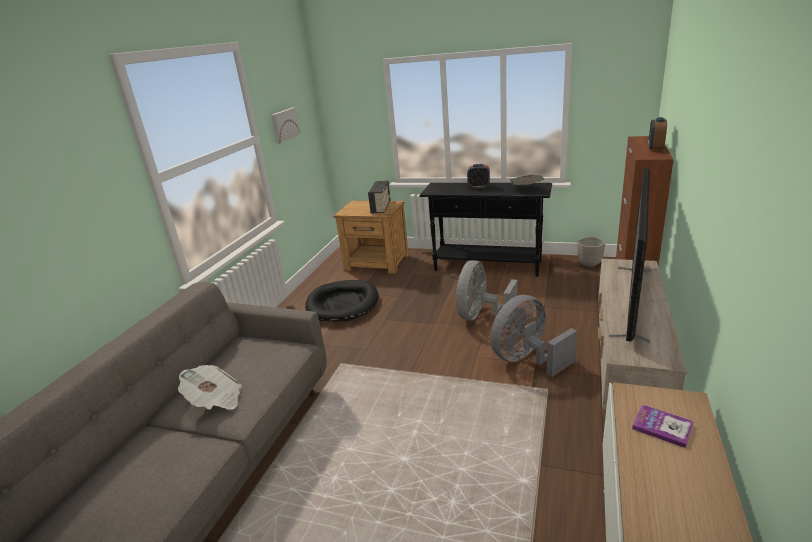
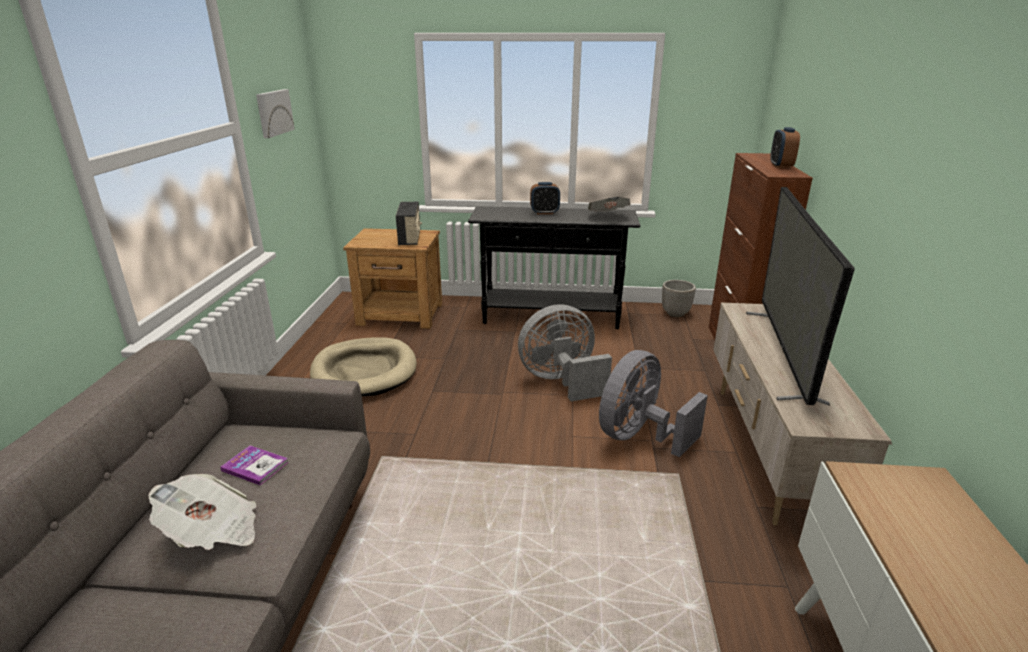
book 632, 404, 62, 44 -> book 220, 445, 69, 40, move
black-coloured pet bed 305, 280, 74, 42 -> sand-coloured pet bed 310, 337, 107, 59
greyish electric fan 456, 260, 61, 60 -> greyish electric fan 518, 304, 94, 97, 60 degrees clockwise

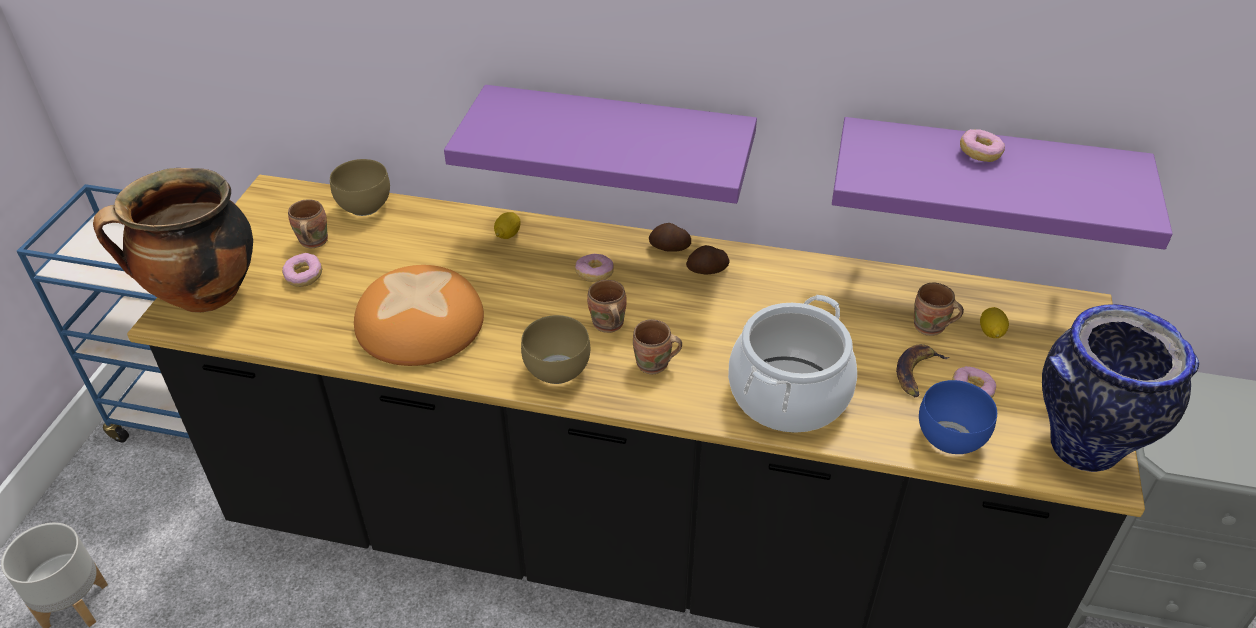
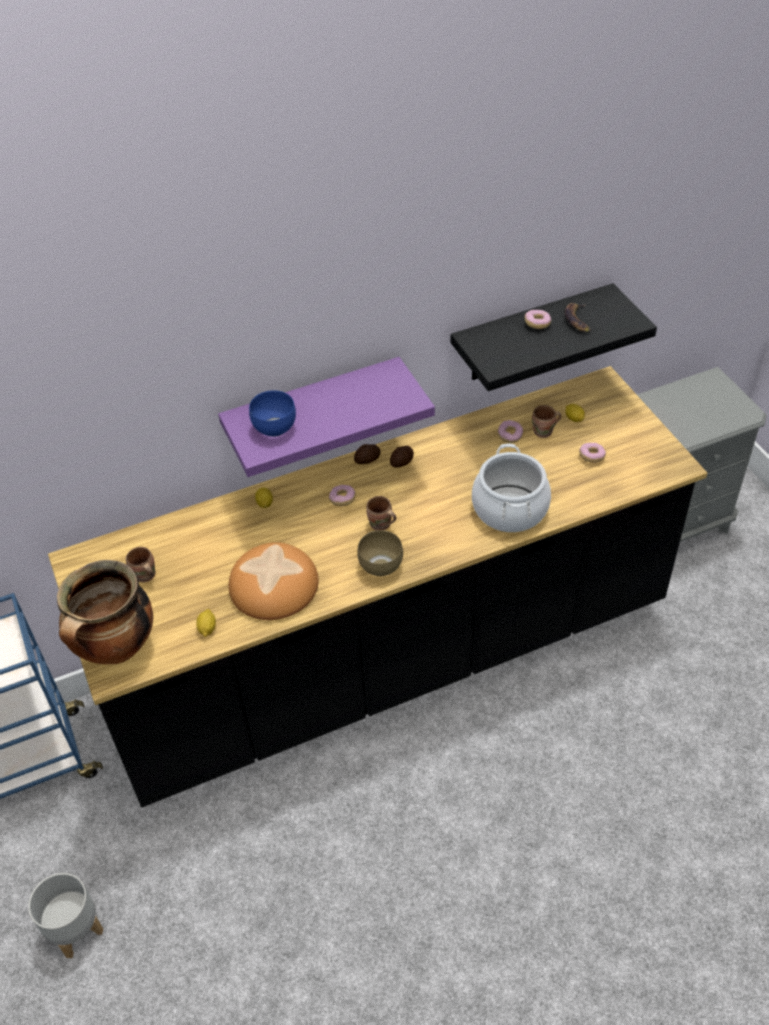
none -> lemon 196, 609, 20, 28
blue-coloured deep dish 919, 380, 78, 74 -> blue-coloured deep dish 249, 390, 47, 47, move
purplish shelf 832, 117, 341, 133 -> black-coloured shelf 451, 283, 206, 108
donut 282, 253, 40, 34 -> donut 497, 420, 26, 23, move
whole banana 896, 344, 53, 53 -> whole banana 565, 303, 26, 29, move
brown deep dish 330, 159, 60, 57 -> none
brown coffee mug 633, 319, 49, 55 -> none
decorative vase 1042, 304, 157, 168 -> none

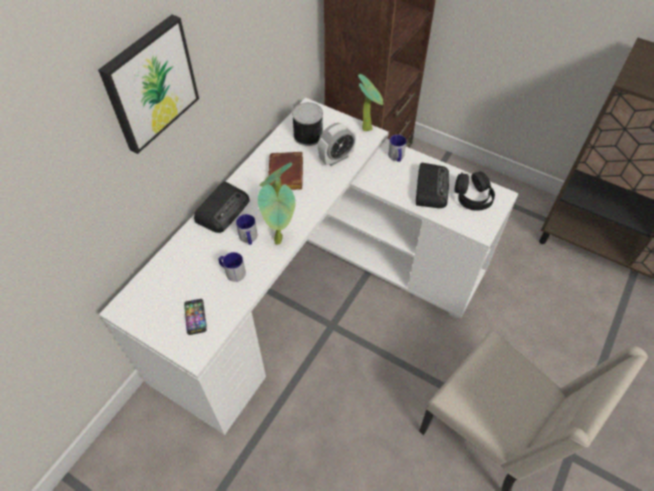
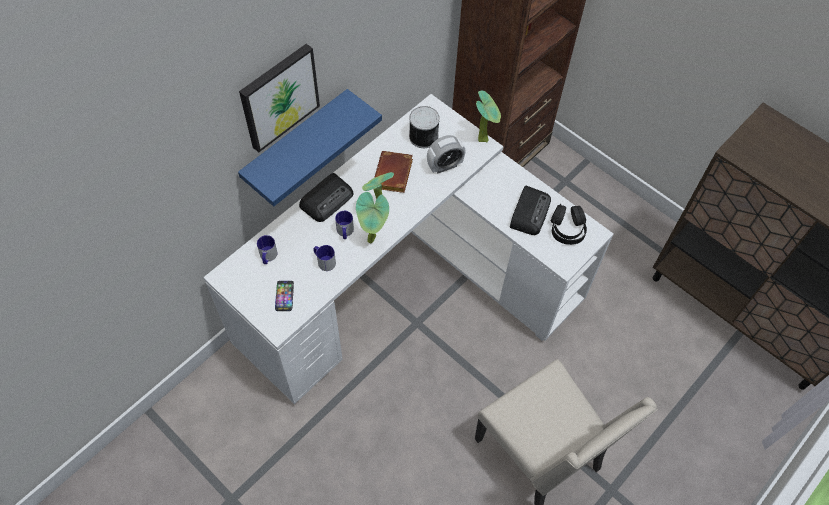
none -> blue-coloured shelf 238, 89, 144, 118
coffee mug 388, 135, 19, 27 -> coffee mug 257, 235, 21, 29, move

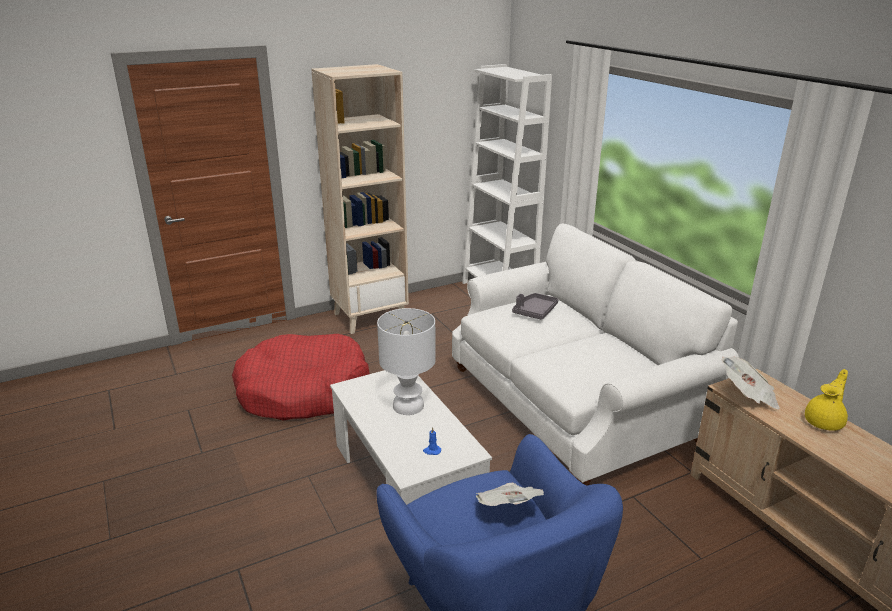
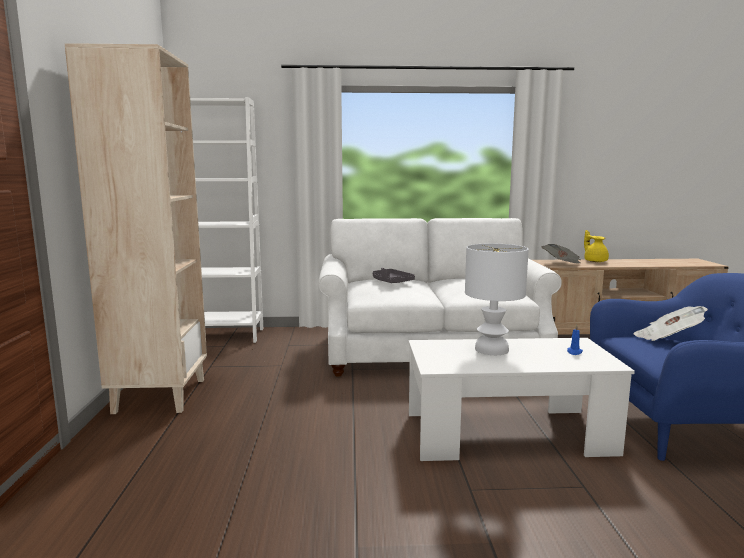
red pet bed 232, 334, 138, 87 -> none

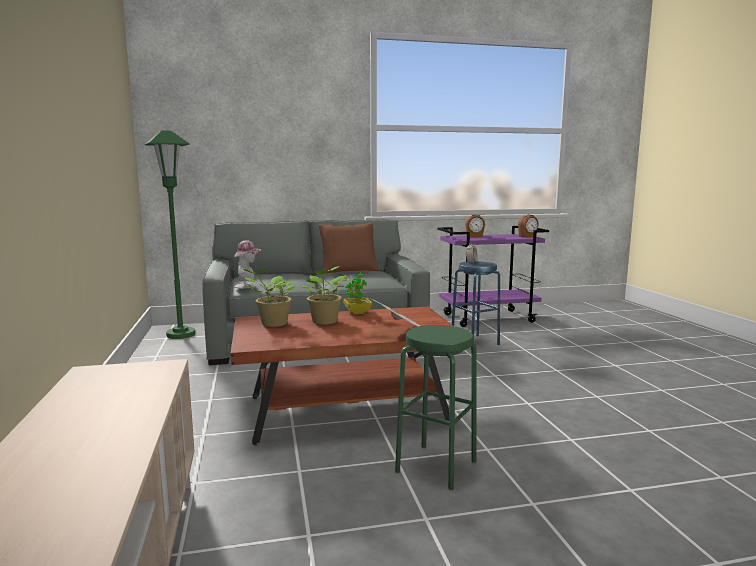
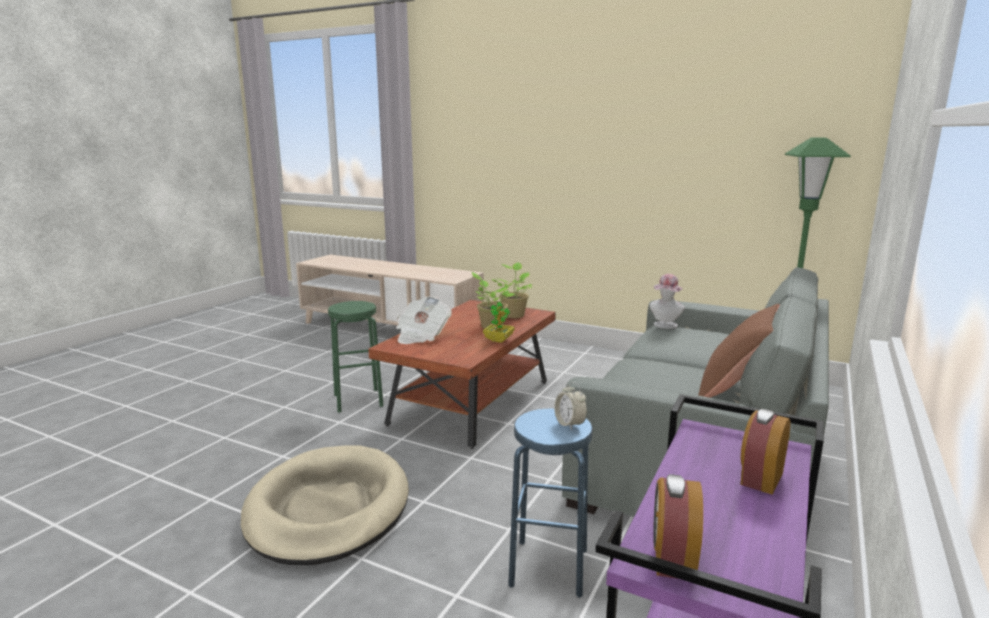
none -> sand-coloured pet bed 241, 446, 168, 119

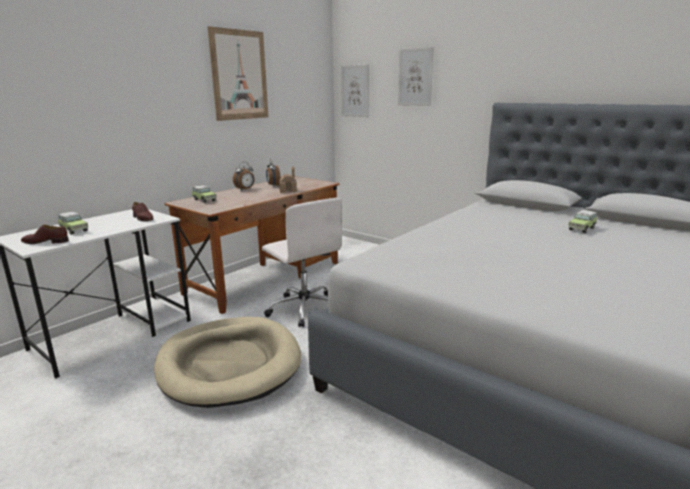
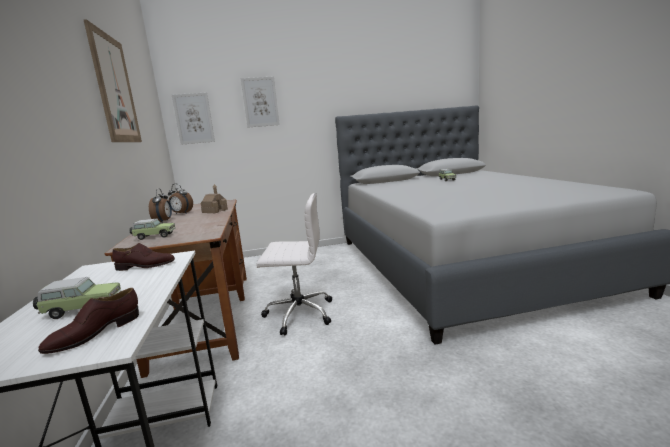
sand-coloured pet bed 154, 317, 147, 91 -> none

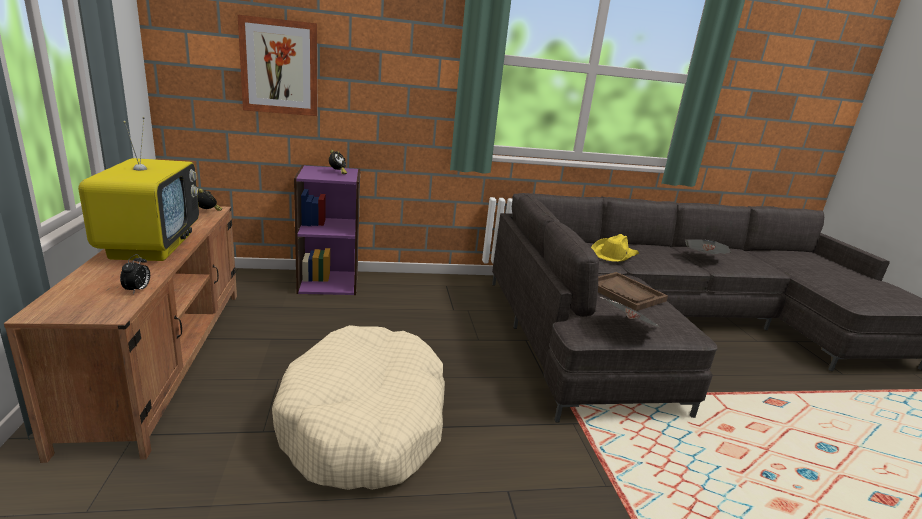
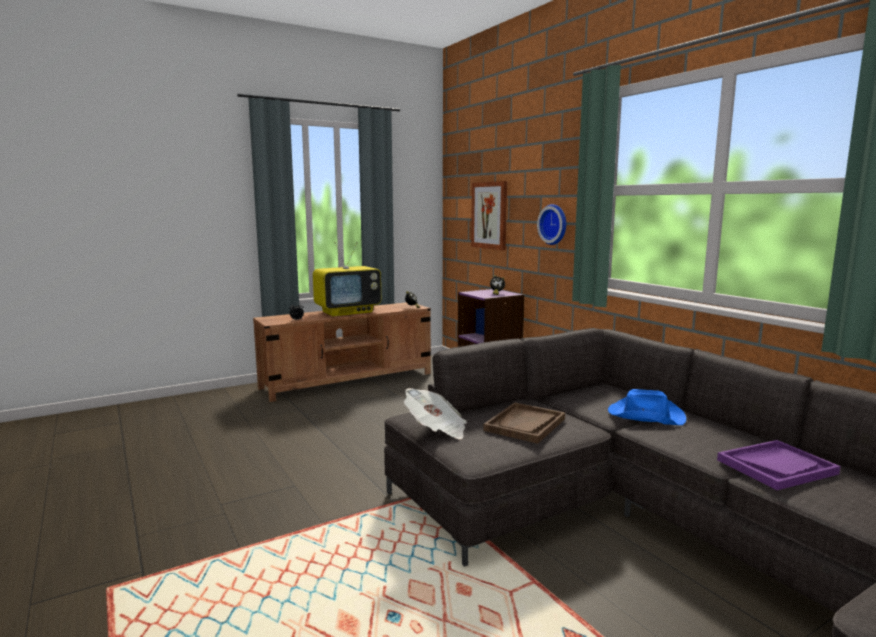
none -> hanging clock 537, 204, 29, 41
yellow clothing hat 591, 234, 48, 28 -> blue-coloured clothing hat 608, 389, 78, 36
printed paper 685, 239, 46, 15 -> purplish serving tray 717, 440, 124, 50
sand-coloured pet bed 272, 325, 173, 165 -> none

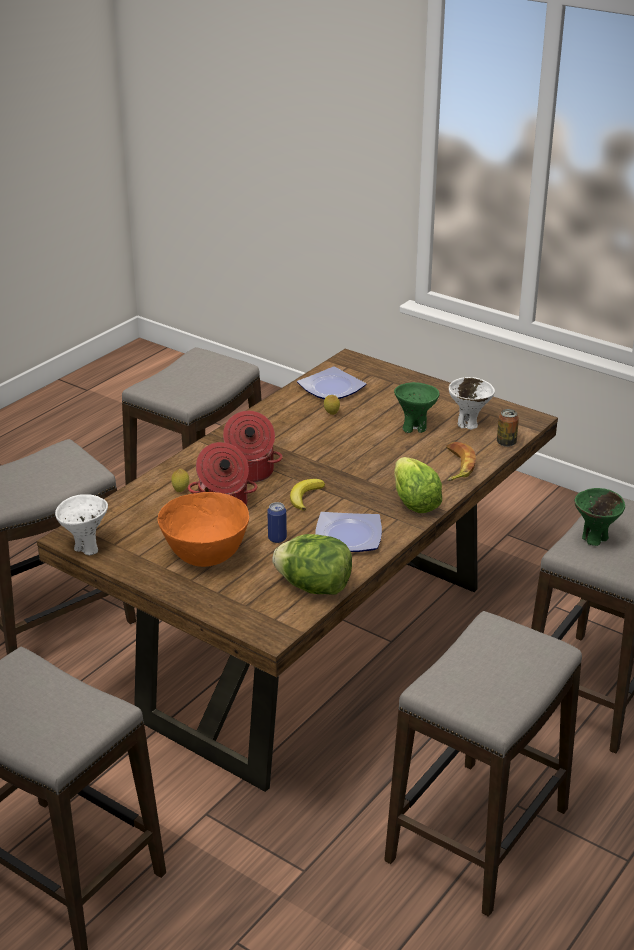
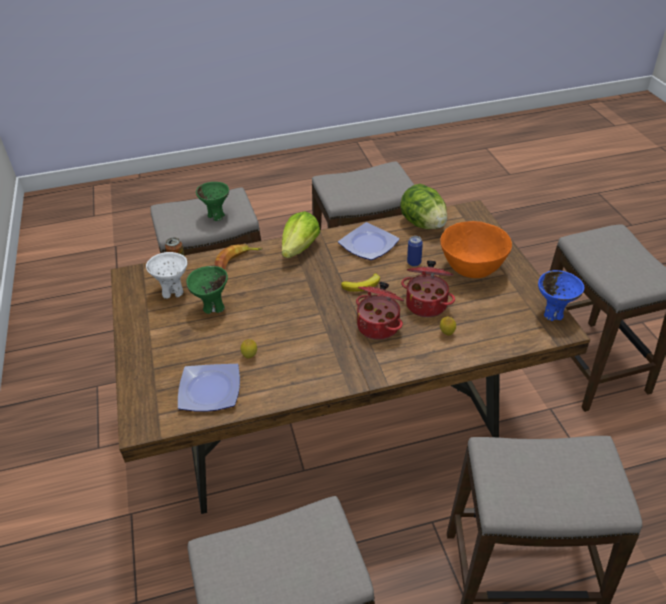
whitish deep dish 55, 494, 53, 61 -> blue-coloured deep dish 538, 270, 46, 51

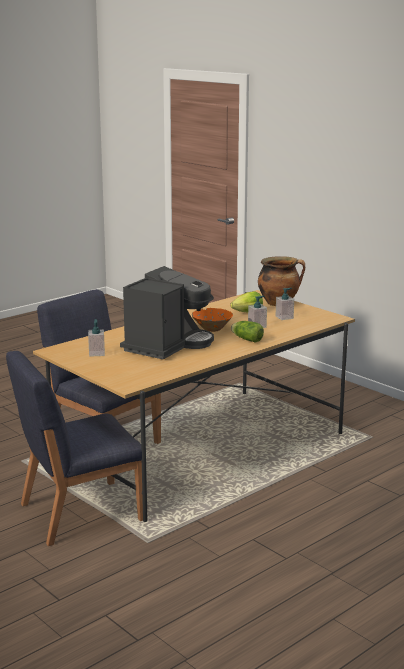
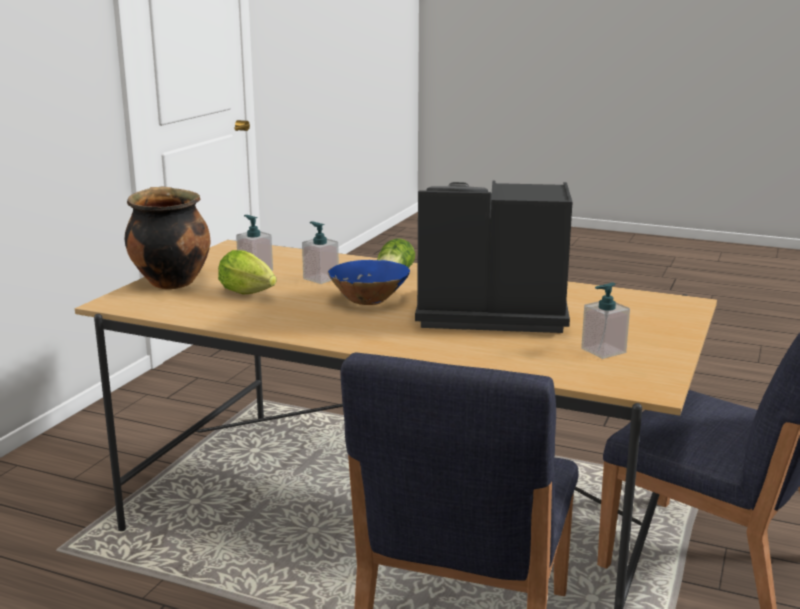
orange-coloured deep dish 192, 308, 41, 24 -> blue-coloured deep dish 328, 260, 82, 45

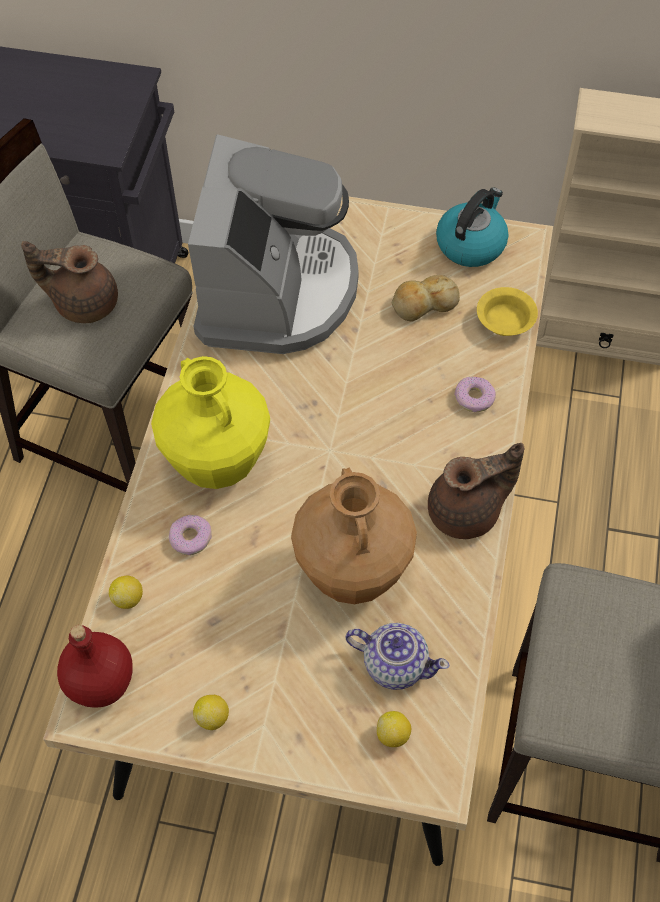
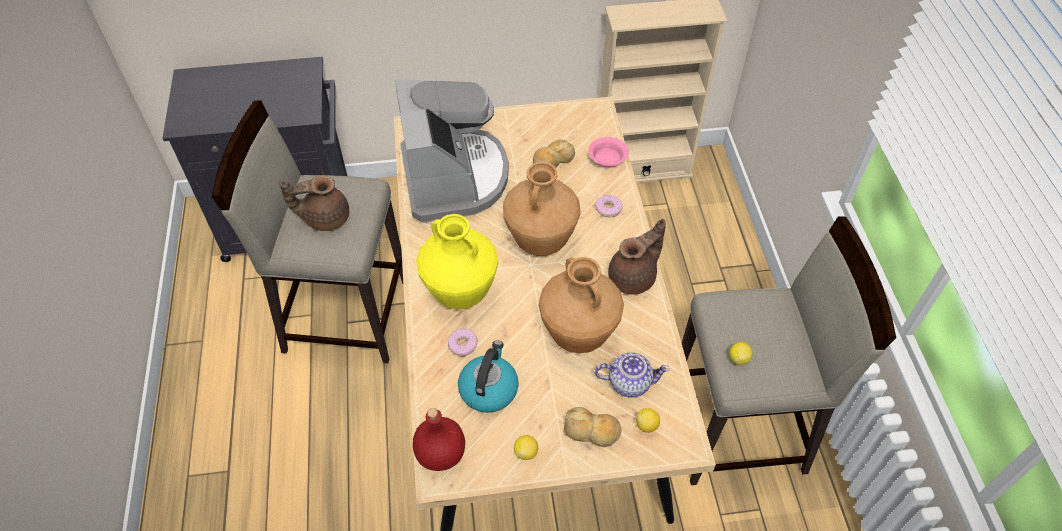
water kettle 436, 188, 73, 79 -> water kettle 458, 341, 61, 72, move
none -> brown decorative vase 503, 162, 78, 94
none -> baked bread 563, 407, 58, 40
yellow deep dish 477, 287, 61, 49 -> pink-coloured deep dish 588, 137, 41, 31
lemon 109, 576, 34, 33 -> lemon 729, 342, 24, 23, move

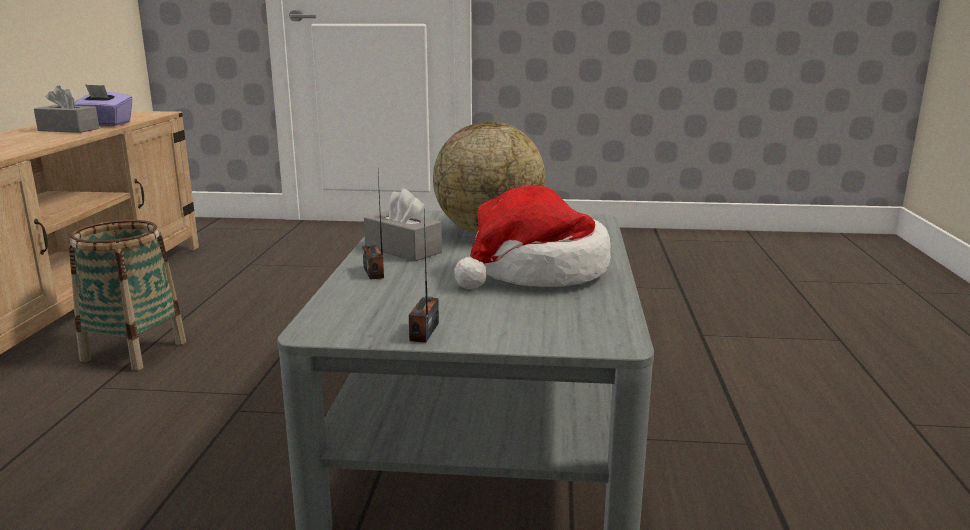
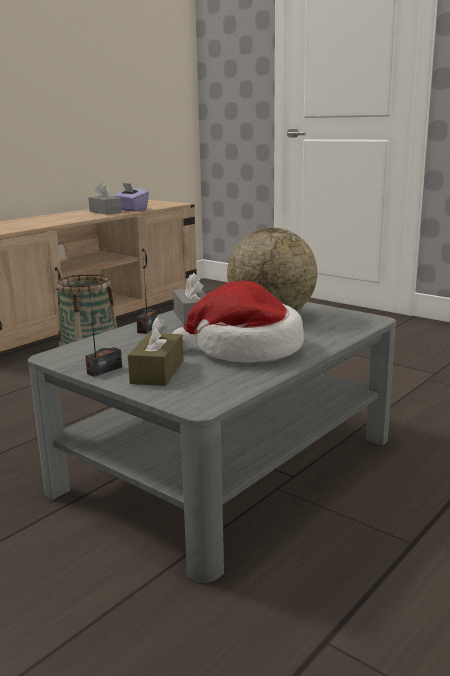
none -> brown tissue holder 128, 316, 55, 70

